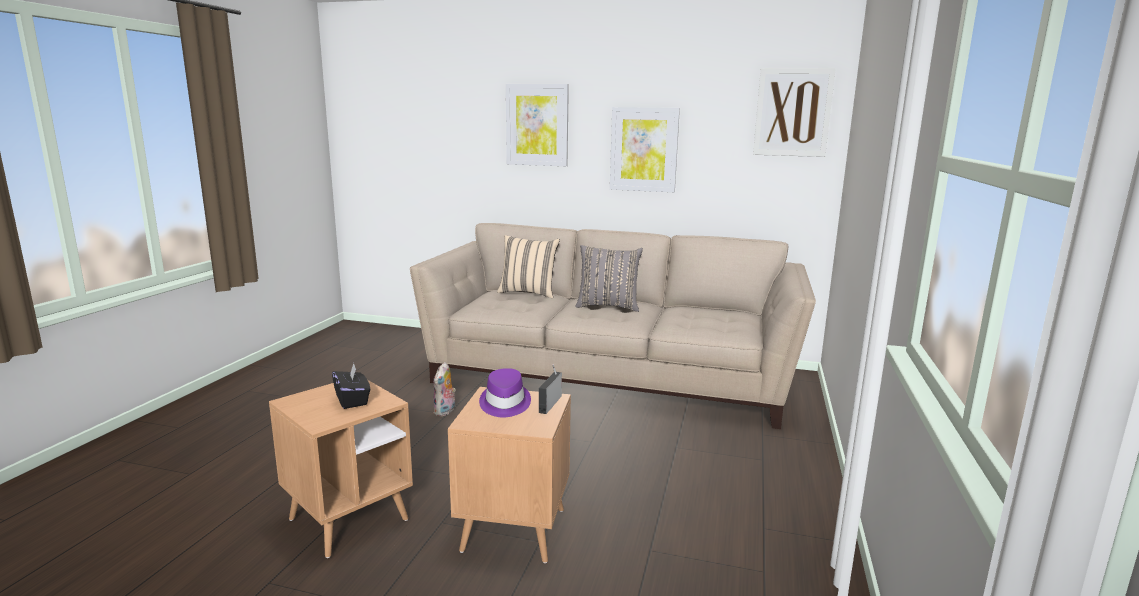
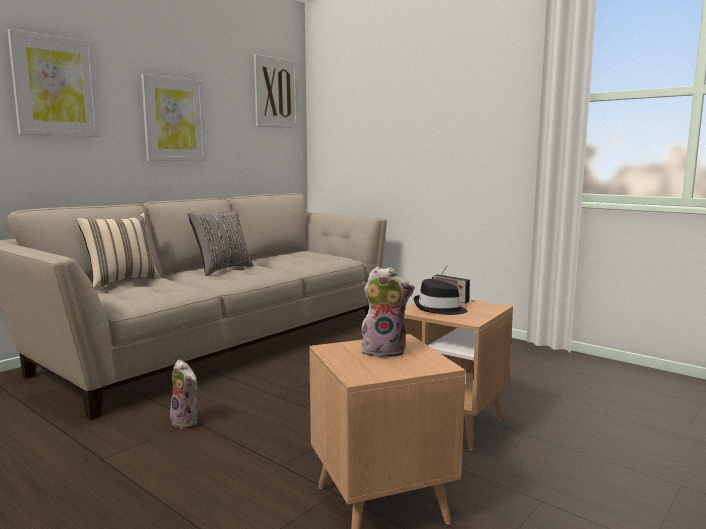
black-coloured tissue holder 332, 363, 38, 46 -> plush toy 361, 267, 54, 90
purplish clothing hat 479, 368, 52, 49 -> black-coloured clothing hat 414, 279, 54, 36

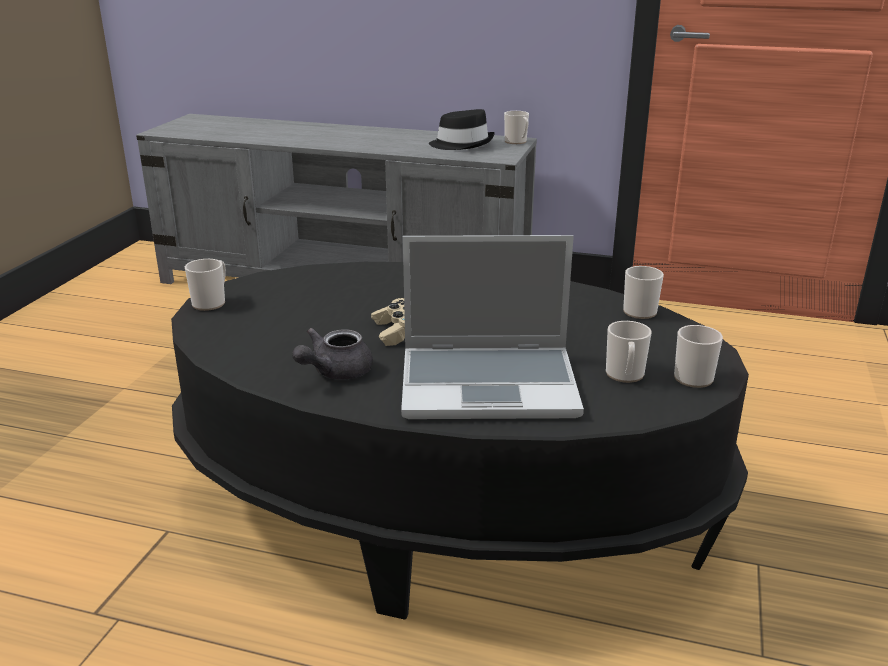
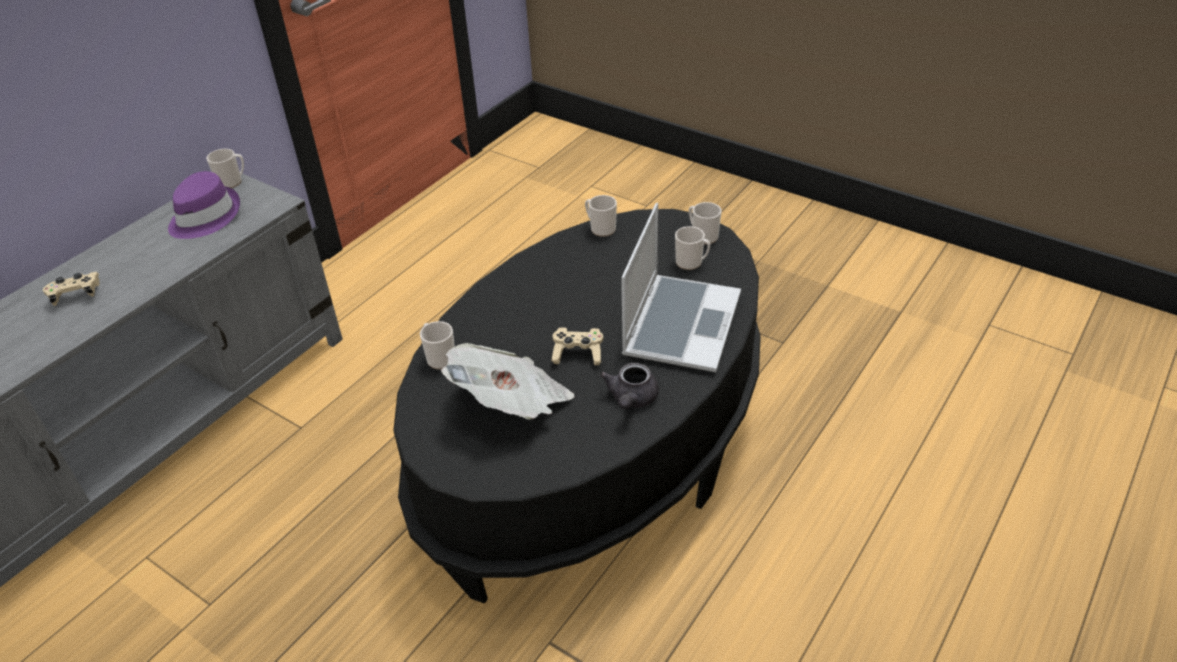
none -> sand-coloured joypad 43, 272, 56, 34
black-coloured clothing hat 429, 109, 66, 41 -> purplish clothing hat 168, 171, 72, 68
coffee mug 185, 259, 41, 52 -> coffee mug 420, 321, 35, 48, move
none -> printed paper 441, 343, 133, 77
greyish teapot 292, 328, 81, 52 -> greyish teapot 600, 363, 59, 46, 45 degrees clockwise

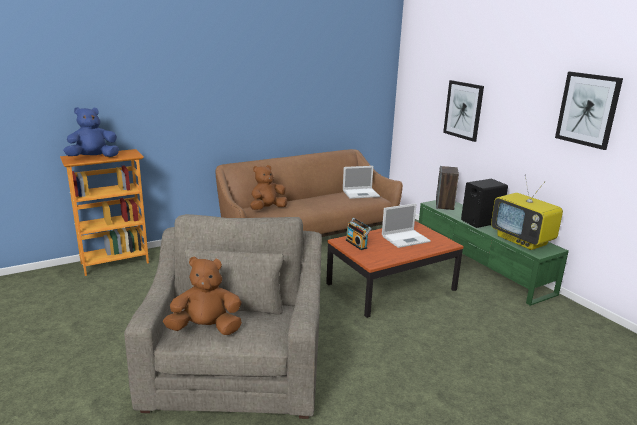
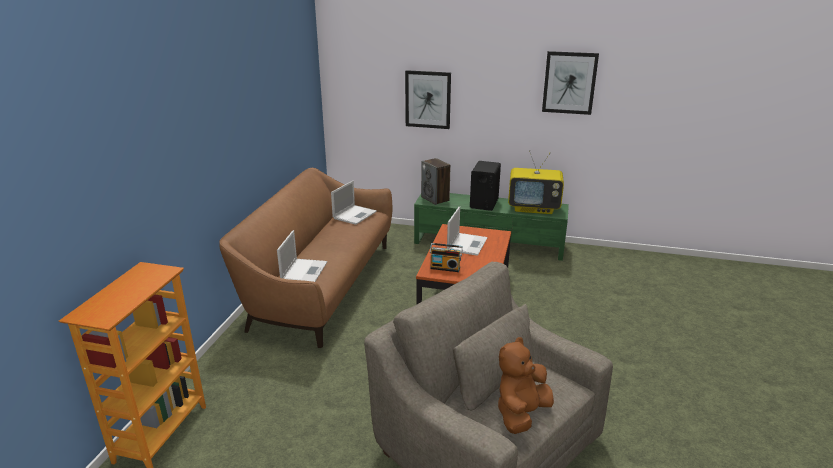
brown plush toy 250, 165, 37, 45 -> portable computer 277, 230, 50, 52
blue-coloured plush toy 63, 107, 56, 50 -> none

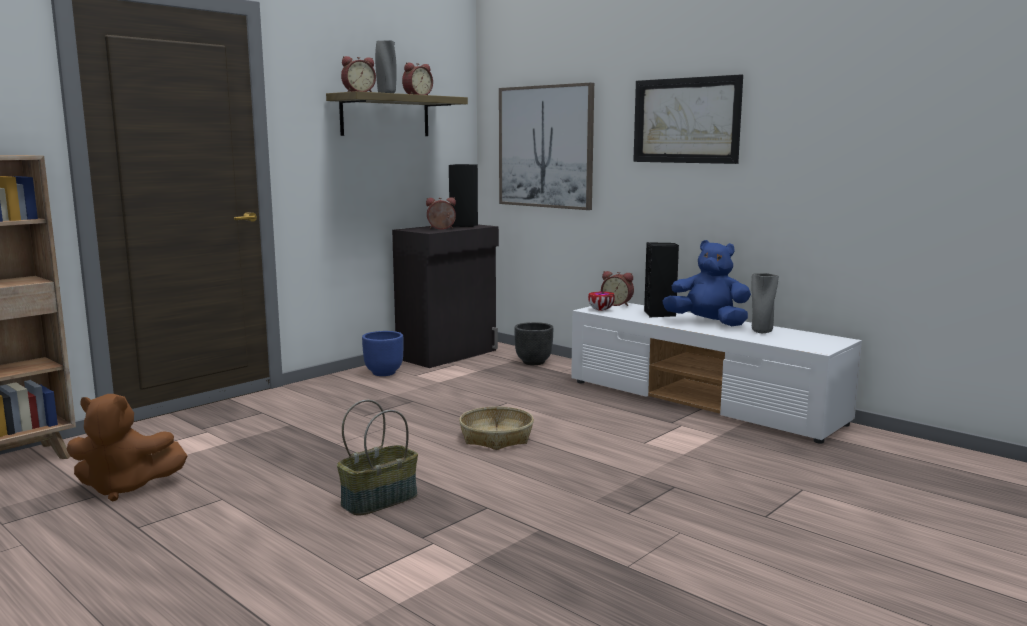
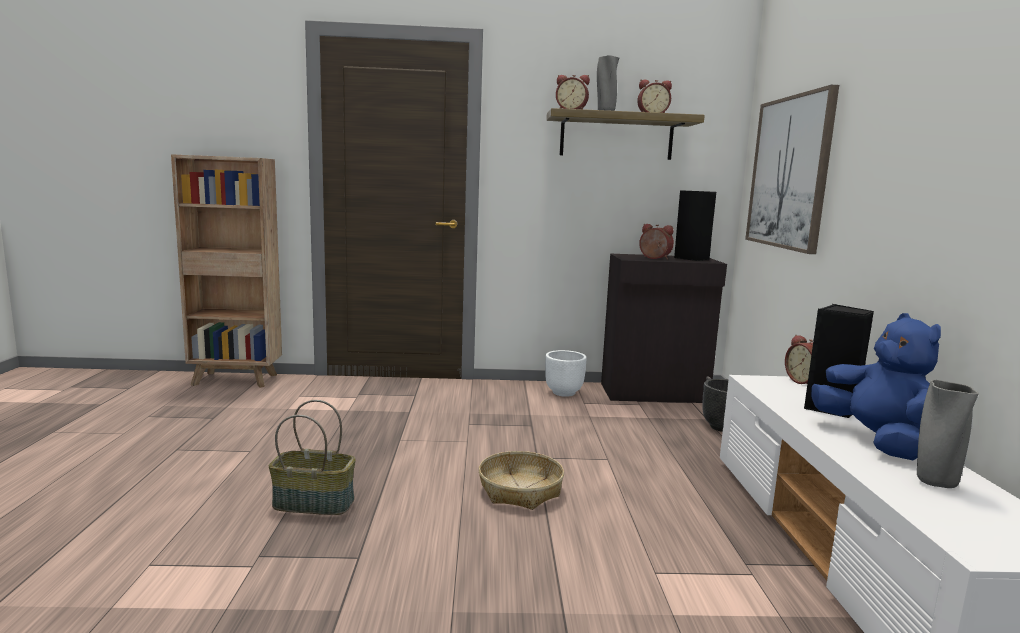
blue-coloured planter 362, 331, 42, 45 -> whitish planter 545, 350, 41, 47
brown plush toy 67, 394, 120, 108 -> none
deep dish 588, 291, 27, 20 -> none
wall picture 633, 75, 110, 89 -> none

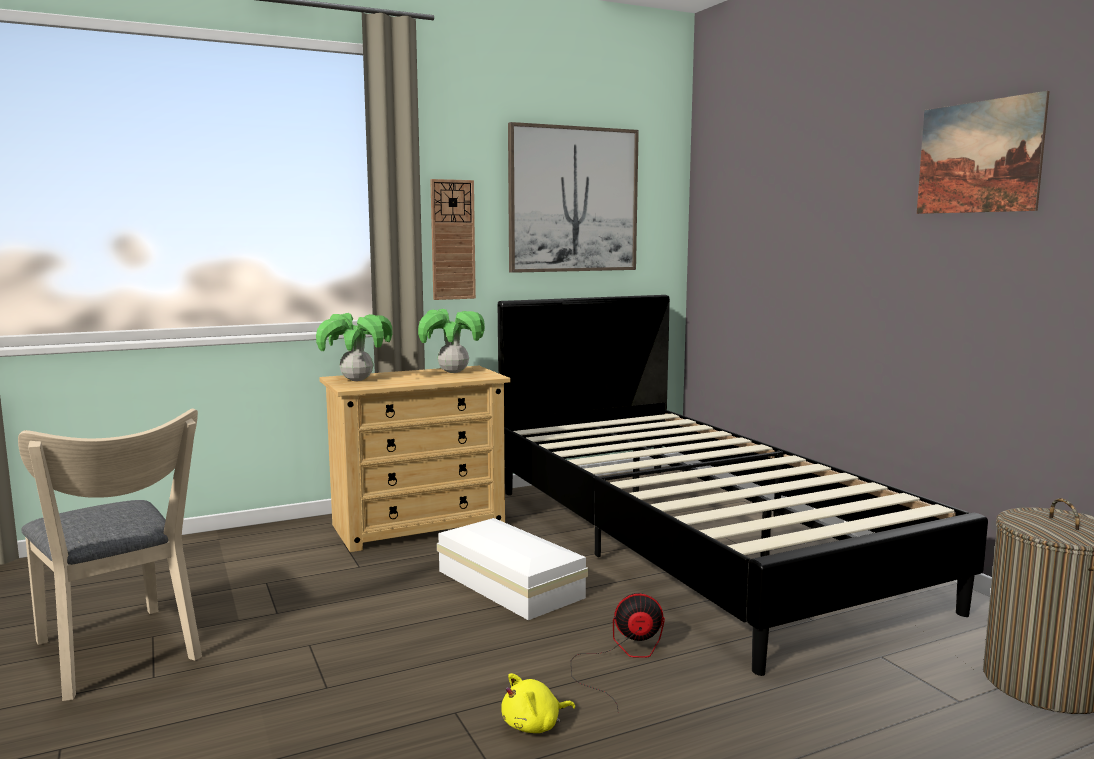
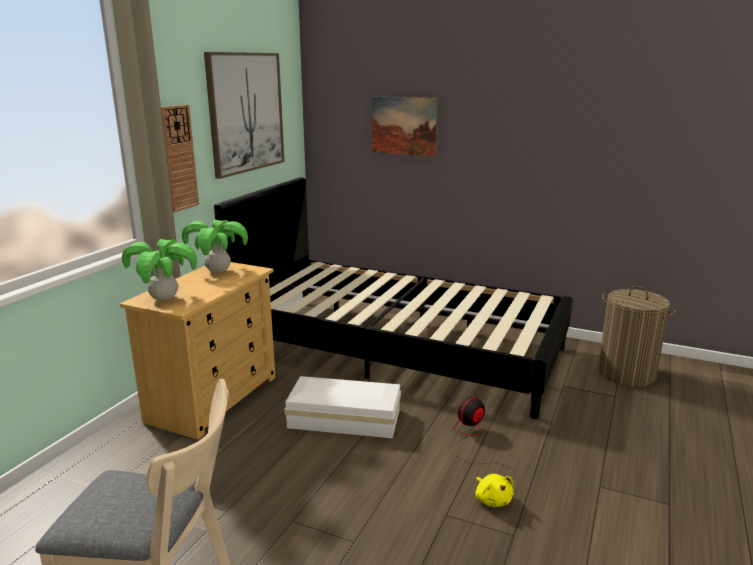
wall picture 917, 91, 133, 123 -> wall picture 372, 97, 66, 59, move
yellow plush toy 501, 673, 74, 60 -> yellow plush toy 475, 474, 39, 33, 45 degrees counterclockwise

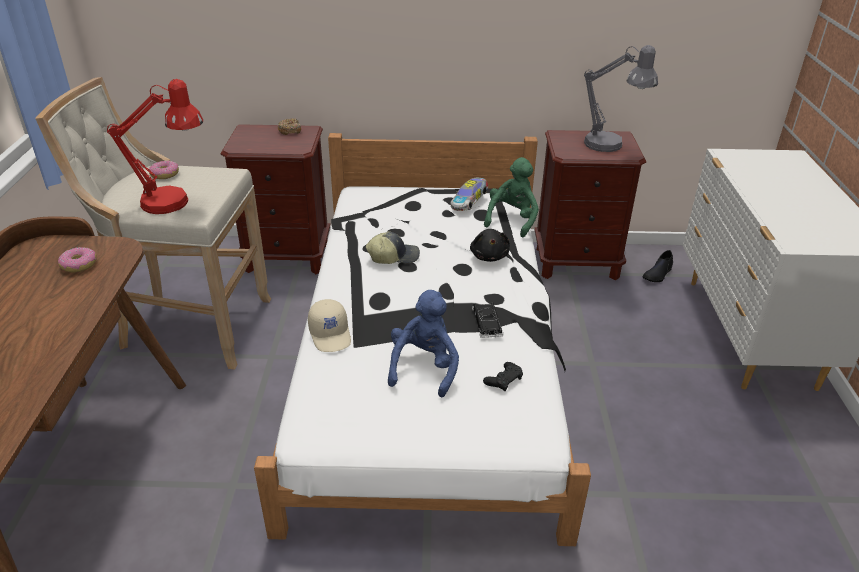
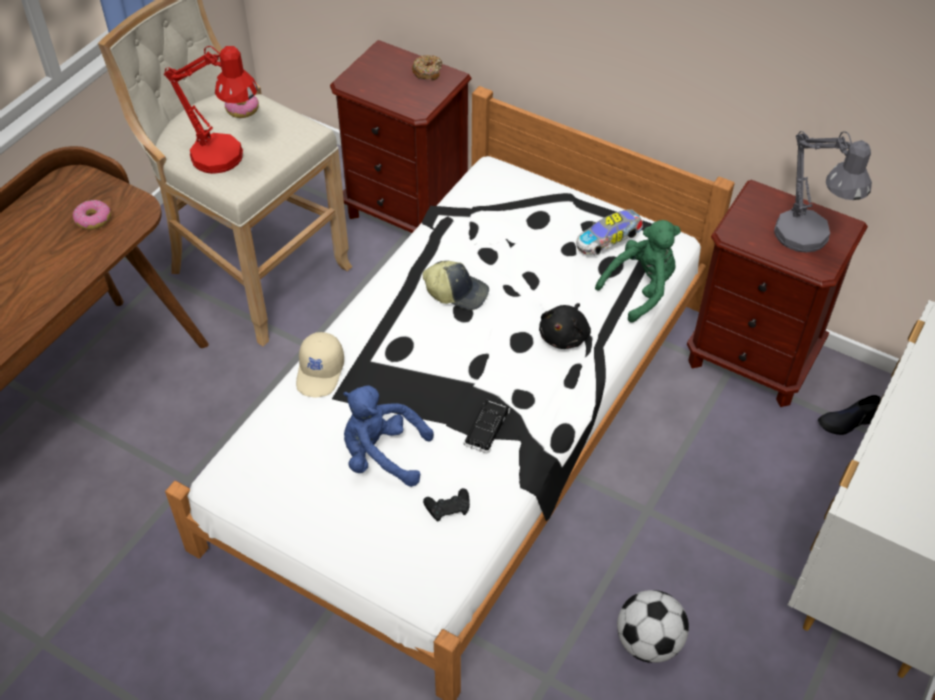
blue-coloured plush toy 388, 290, 71, 107 -> blue-coloured plush toy 343, 386, 91, 101, 120 degrees counterclockwise
none -> football 617, 590, 72, 73

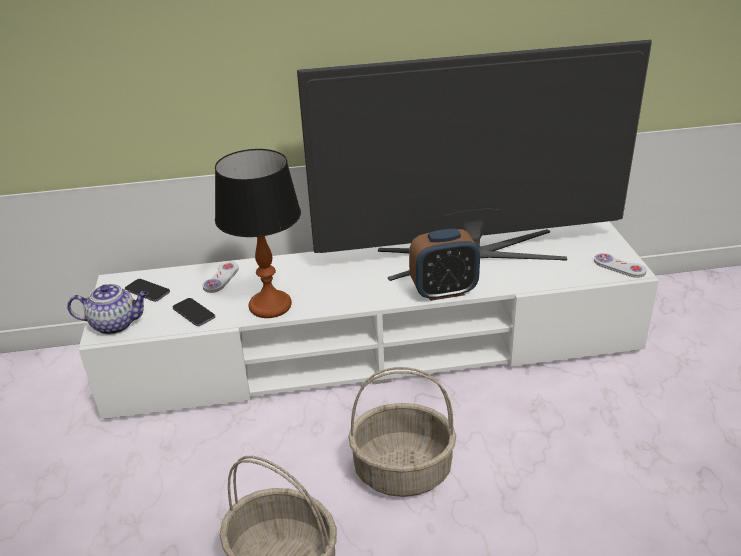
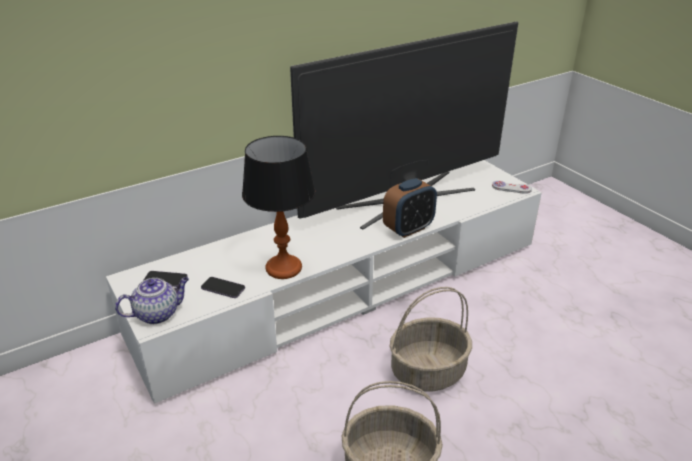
whitish joypad 203, 262, 36, 31 -> none

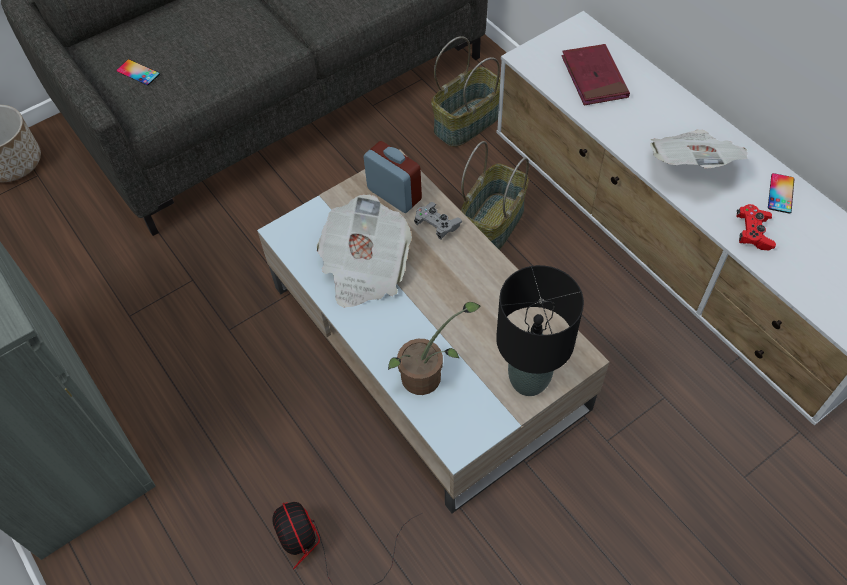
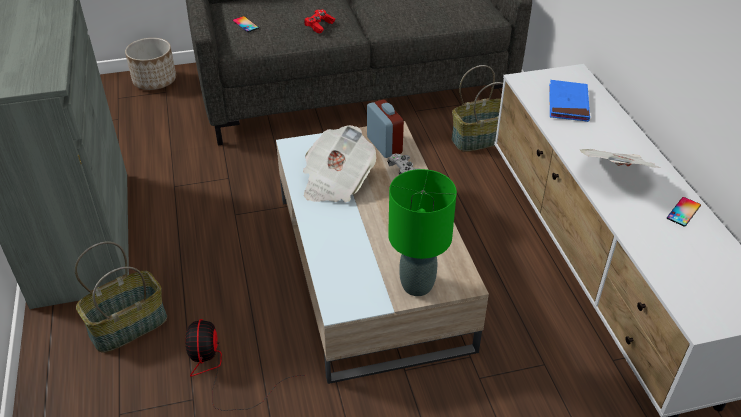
basket 461, 141, 68, 109 -> basket 75, 241, 92, 112, move
red joypad 737, 204, 39, 46 -> red joypad 304, 10, 31, 24, move
black-coloured table lamp 496, 265, 88, 131 -> green table lamp 388, 169, 69, 127
red book 562, 44, 68, 61 -> blue-coloured book 549, 80, 41, 42
potted plant 388, 302, 92, 93 -> none

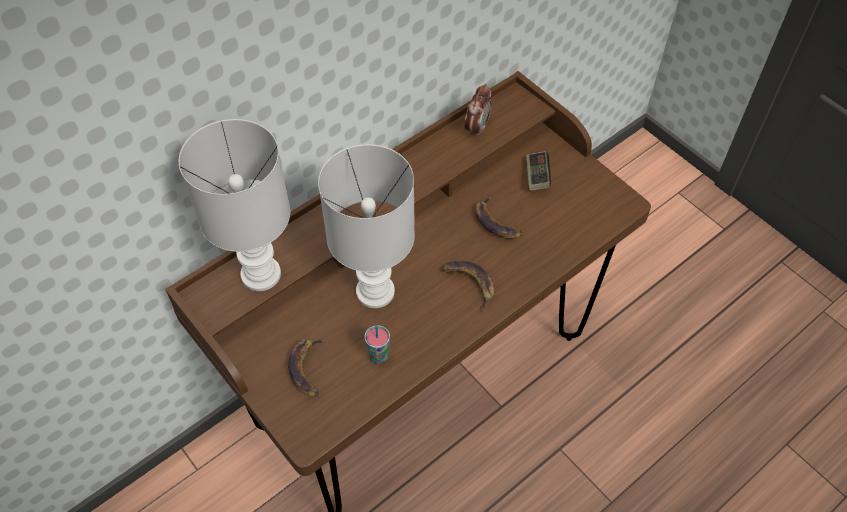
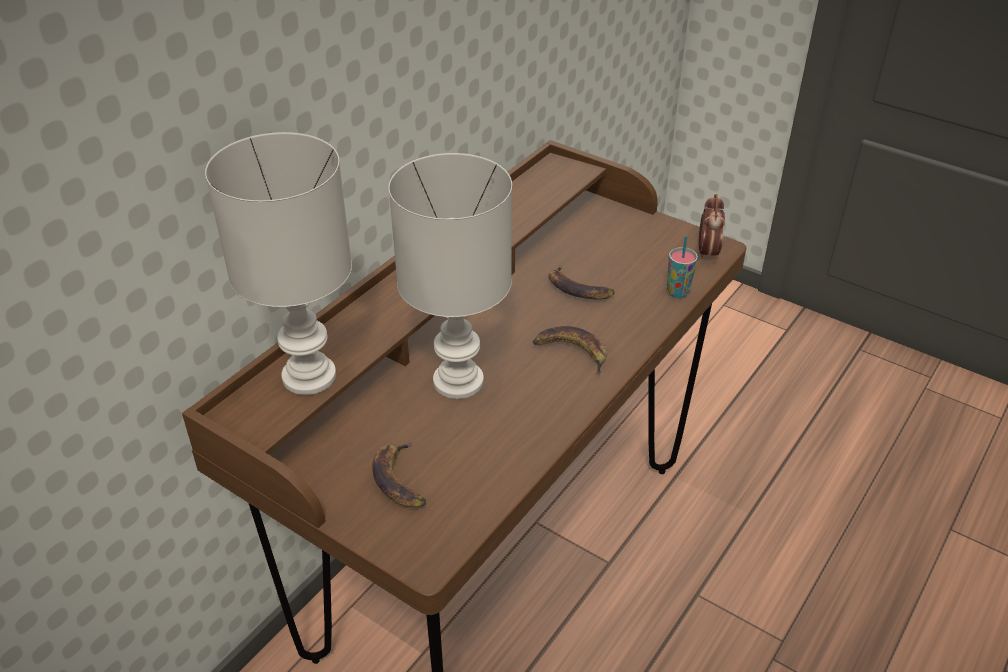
drinking cup 364, 325, 26, 39 -> drinking cup 667, 236, 31, 62, move
table clock 464, 84, 28, 54 -> table clock 698, 194, 27, 68, move
joypad 526, 151, 25, 40 -> none

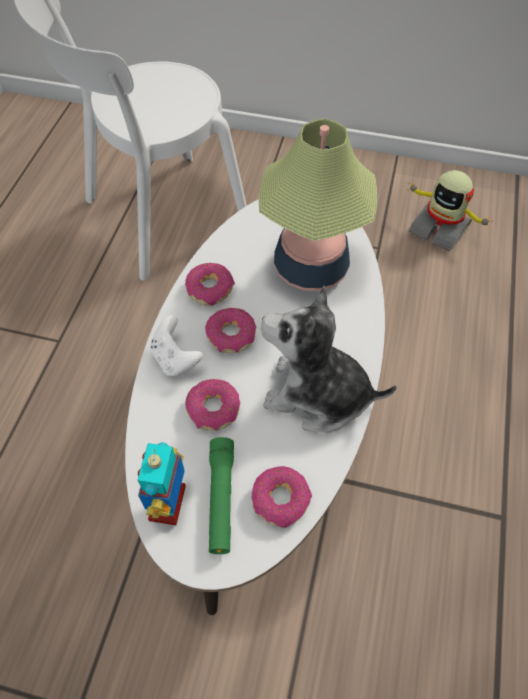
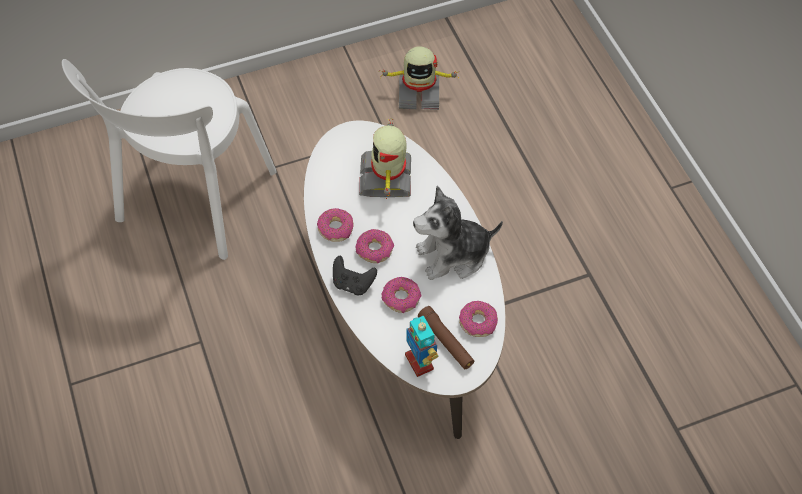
whitish joypad 150, 315, 53, 62 -> black-coloured joypad 333, 256, 44, 39
table lamp 259, 118, 118, 173 -> toy robot 359, 119, 52, 80
green torch 209, 437, 25, 117 -> brown torch 418, 306, 56, 63

